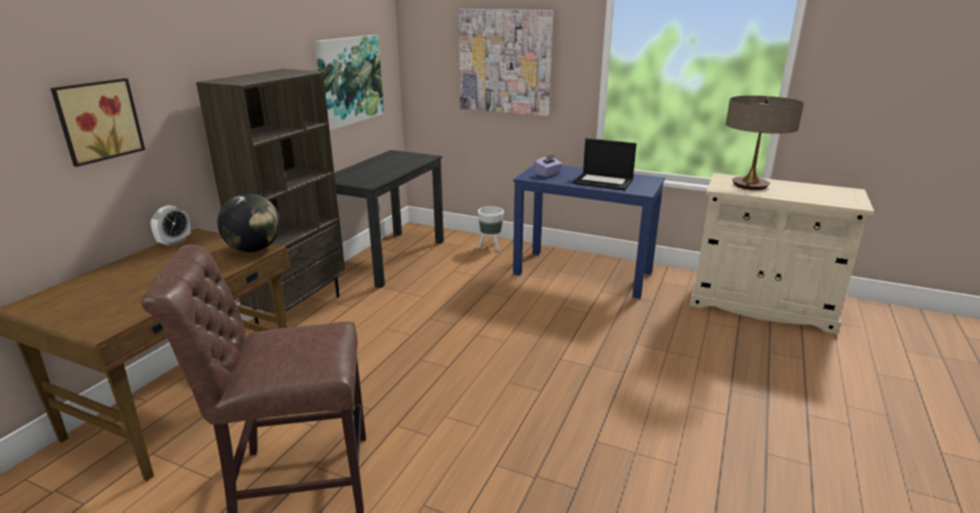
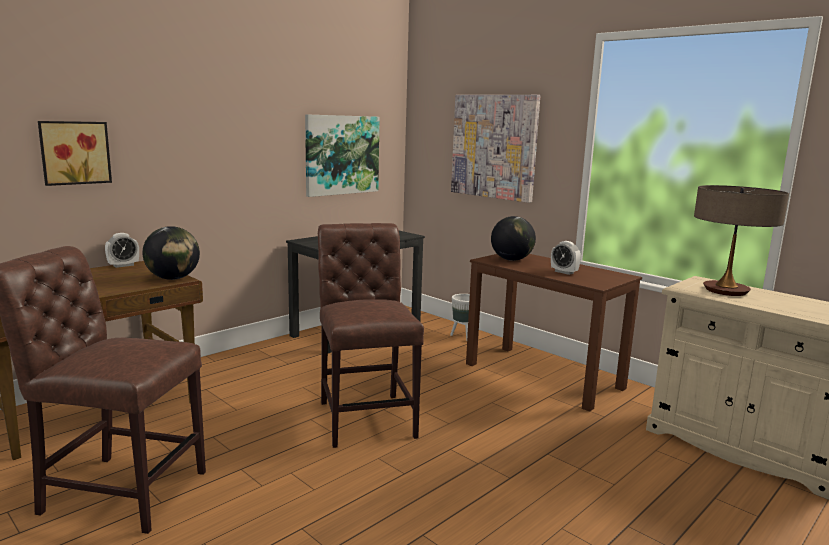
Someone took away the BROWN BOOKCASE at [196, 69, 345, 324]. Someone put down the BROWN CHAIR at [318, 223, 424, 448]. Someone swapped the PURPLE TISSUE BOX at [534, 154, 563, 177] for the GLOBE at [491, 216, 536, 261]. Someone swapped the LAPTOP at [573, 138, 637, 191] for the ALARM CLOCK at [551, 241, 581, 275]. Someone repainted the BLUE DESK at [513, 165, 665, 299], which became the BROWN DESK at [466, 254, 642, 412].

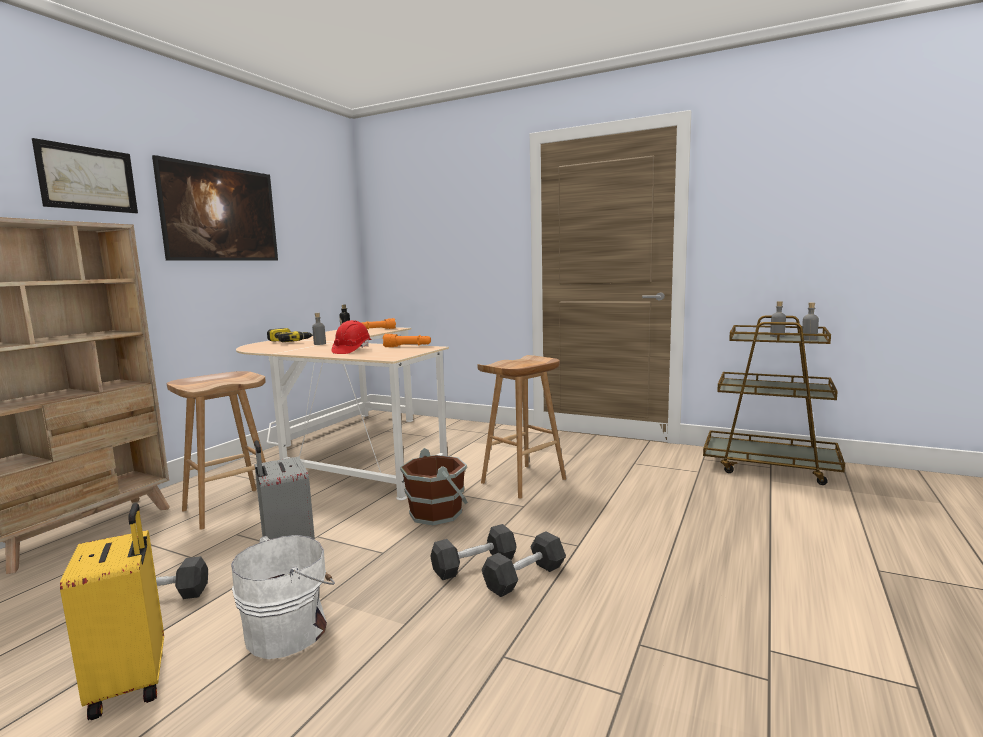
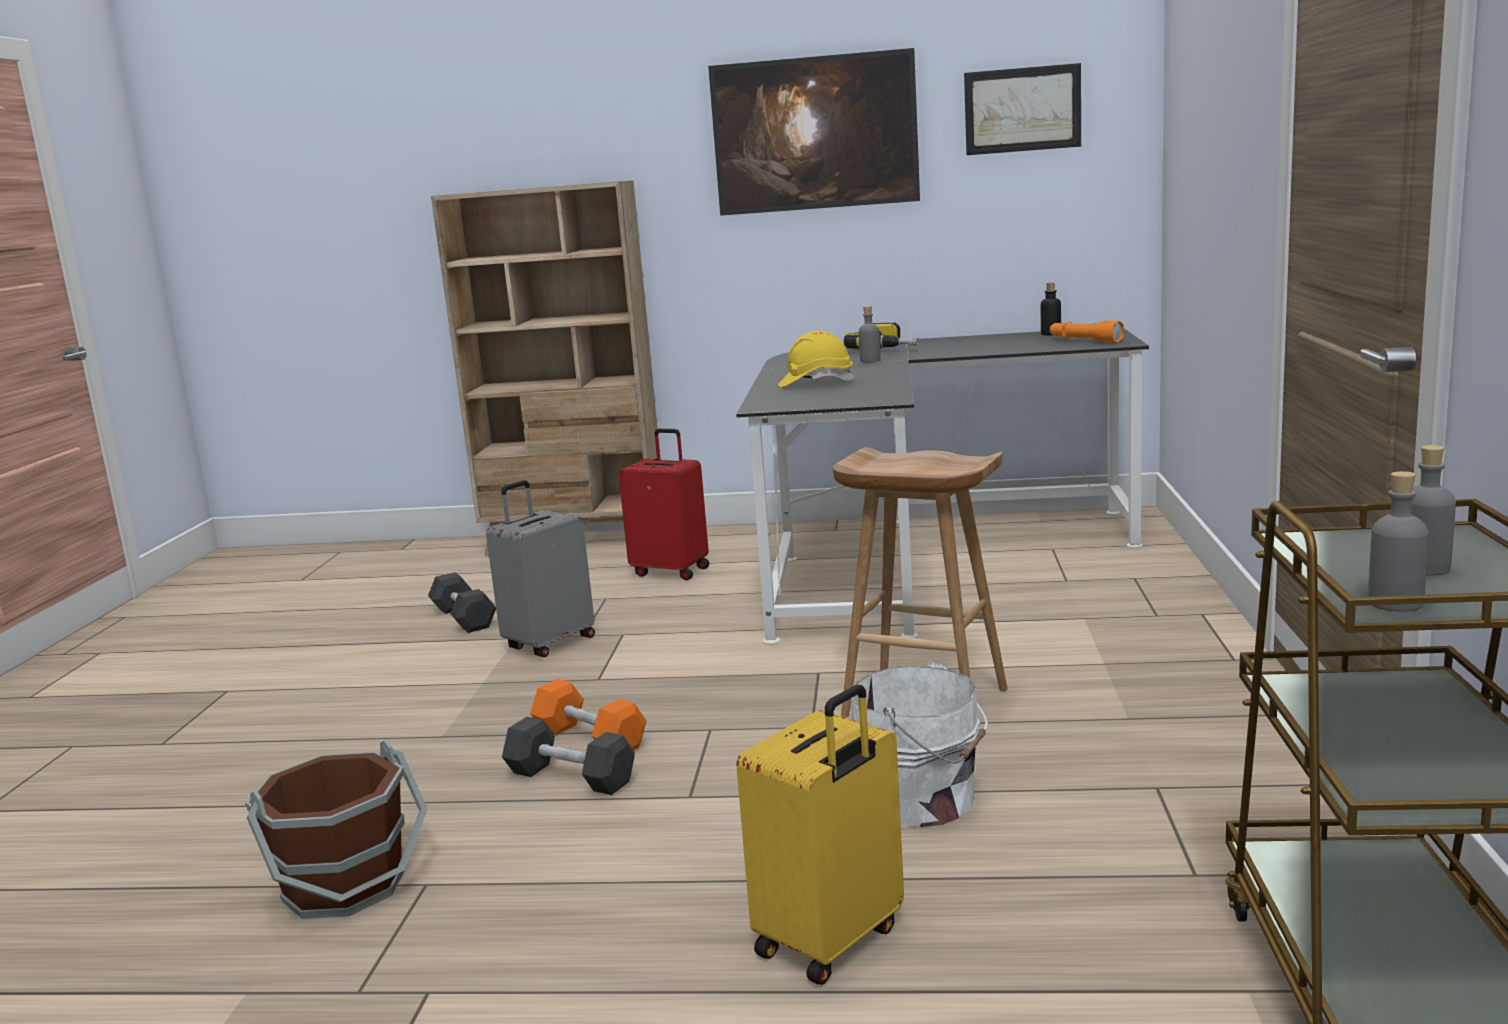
Someone took away the ORANGE FLASHLIGHT at [383, 334, 431, 347]. Someone carried the PICTURE from [32, 138, 138, 213] to [964, 63, 1081, 155]. Someone carried the YELLOW SUITCASE from [60, 503, 164, 720] to [736, 685, 904, 985]. Someone carried the WHITE BUCKET from [231, 535, 335, 659] to [851, 660, 988, 827]. Someone carried the BROWN BUCKET from [400, 448, 468, 525] to [245, 740, 428, 919]. Someone swapped the BROWN STOOL at [167, 371, 266, 530] for the RED SUITCASE at [619, 429, 709, 580]. Someone repainted the BEIGE DESK at [236, 327, 449, 500], which became the BLACK DESK at [736, 328, 1149, 644]. Someone repainted the RED HARD HAT at [331, 320, 371, 354], which became the YELLOW HARD HAT at [778, 331, 854, 387]. Someone repainted the BLACK DUMBBELL at [430, 524, 516, 580], which became the ORANGE DUMBBELL at [530, 678, 647, 750].

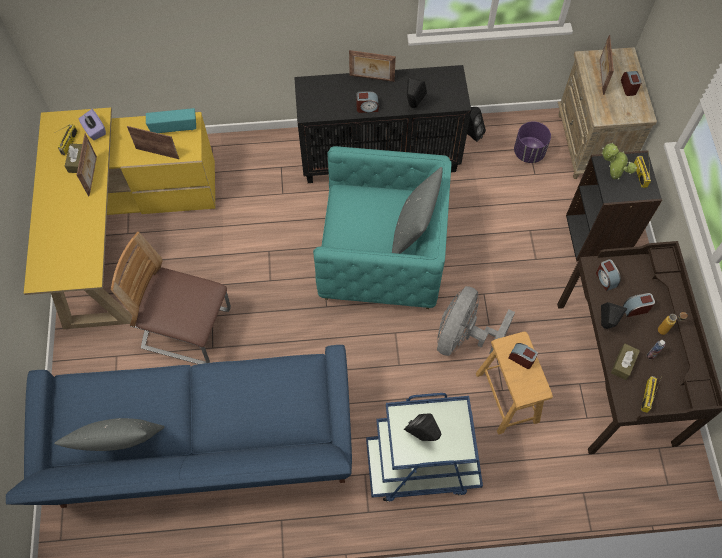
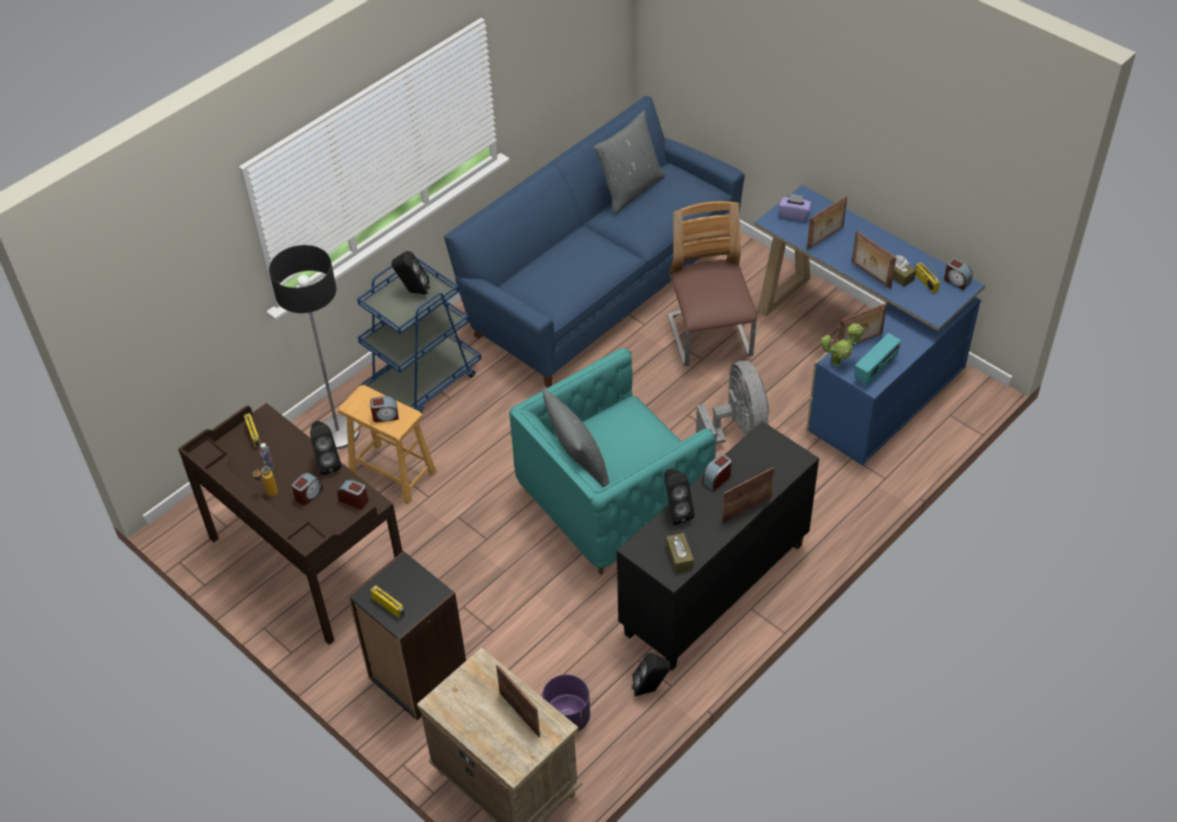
Someone put down the FLOOR LAMP at [269, 245, 360, 450]. Someone put down the PICTURE FRAME at [806, 196, 847, 250]. Someone carried the PURPLE TISSUE BOX from [79, 109, 106, 140] to [779, 194, 811, 221]. Someone carried the GREY FAN from [437, 286, 515, 356] to [696, 361, 769, 459]. Someone carried the POTTED PLANT from [602, 142, 637, 180] to [821, 323, 864, 366]. Someone carried the BROWN TISSUE BOX from [611, 344, 640, 380] to [666, 533, 694, 573]. Someone carried the ALARM CLOCK from [621, 71, 642, 96] to [944, 258, 973, 290]. Someone repainted the YELLOW DESK at [24, 108, 216, 329], which became the BLUE DESK at [754, 185, 985, 466]. Someone rotated the CHAIR at [111, 232, 231, 364] by 75 degrees counterclockwise.

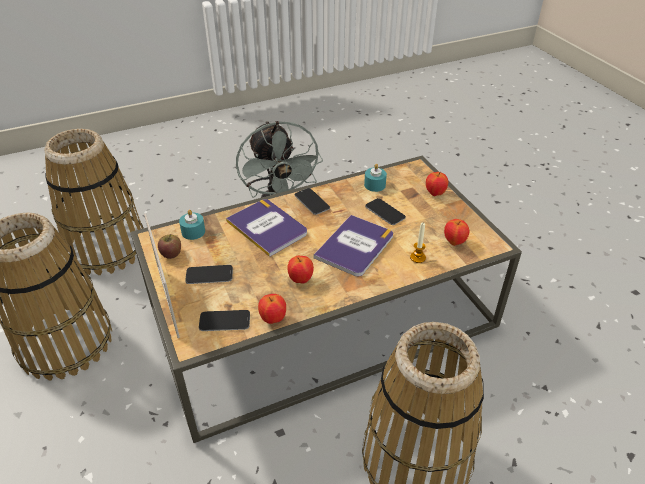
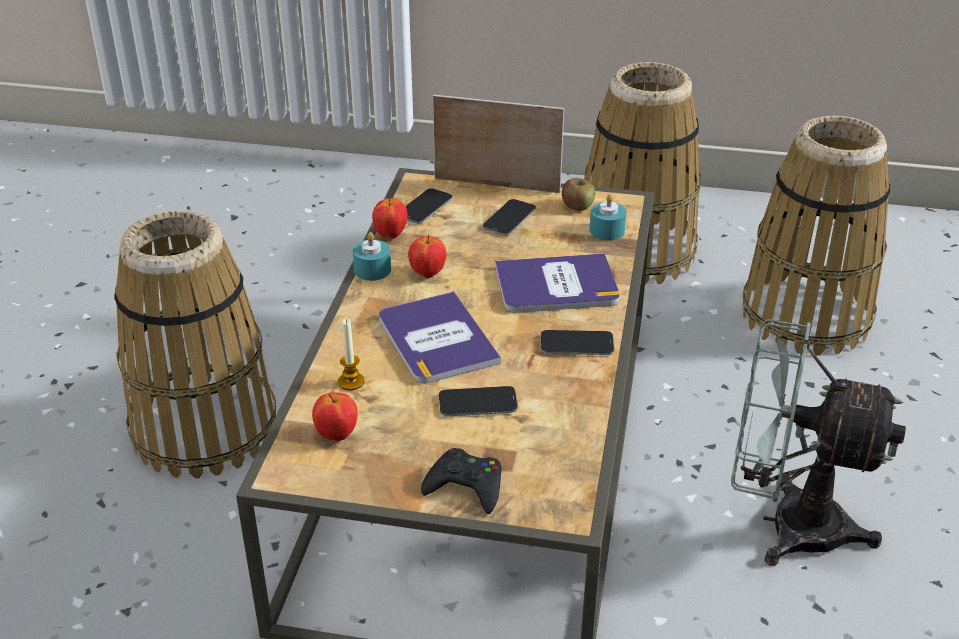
Someone carried the TURQUOISE CANDLE from [364, 164, 387, 192] to [353, 232, 391, 281]. Someone swapped the APPLE at [426, 172, 448, 196] for the BLACK GAME CONTROLLER at [421, 448, 502, 514].

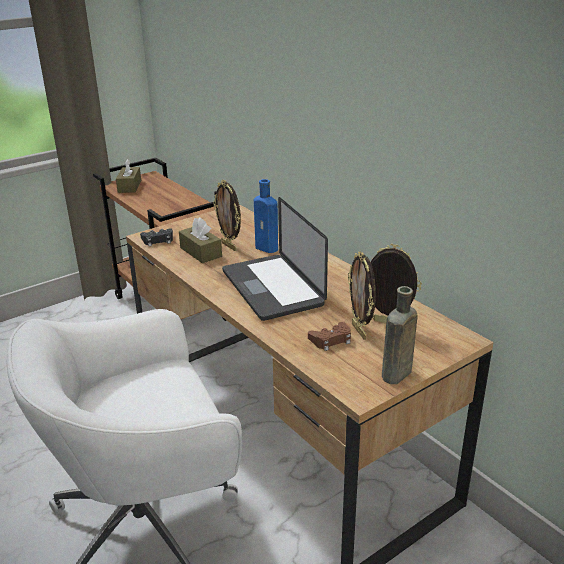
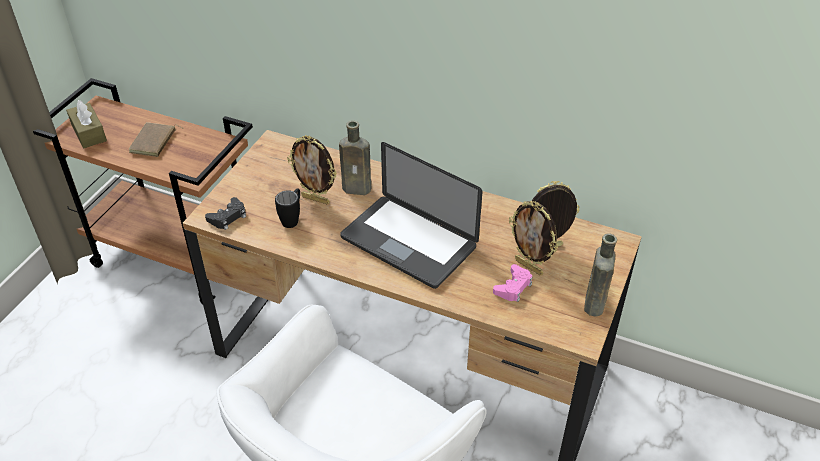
Someone put down the BROWN BOOK at [129, 122, 184, 157]. Someone swapped the BROWN TISSUE BOX at [179, 217, 222, 263] for the BLACK MUG at [275, 188, 300, 228]. Someone repainted the BLUE BOTTLE at [254, 179, 278, 253], which became the BROWN BOTTLE at [339, 121, 371, 195]. Someone repainted the BROWN GAME CONTROLLER at [308, 322, 351, 351], which became the PINK GAME CONTROLLER at [493, 264, 532, 302].

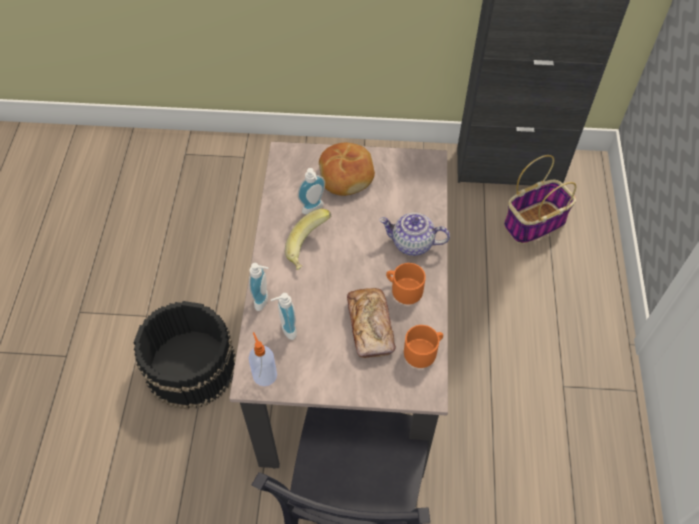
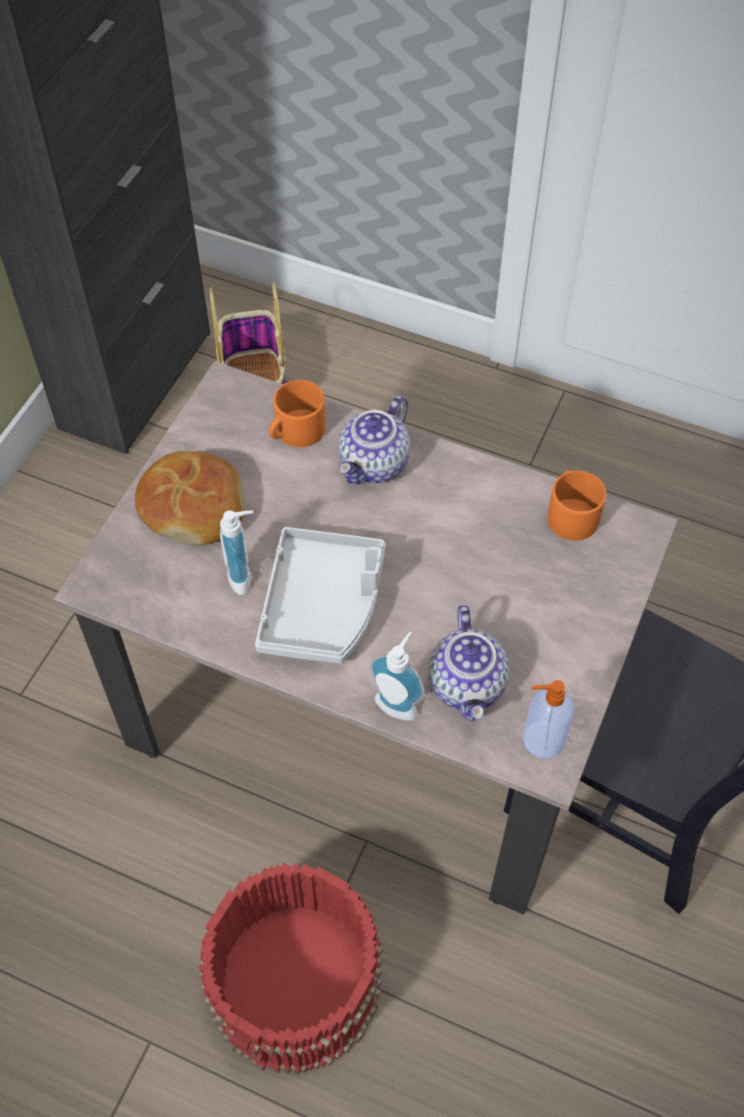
Someone took away the BREAD at [347, 288, 396, 358]. Someone carried the ORANGE MUG from [386, 263, 426, 304] to [269, 380, 326, 447]. Someone swapped the SOAP DISPENSER at [271, 293, 297, 340] for the TEAPOT at [429, 605, 509, 721]. Someone swapped the BANANA at [285, 209, 331, 270] for the GREY TRAY at [255, 527, 386, 664]. Someone repainted the BLACK BUCKET at [133, 301, 236, 410], which became the RED BUCKET at [198, 863, 382, 1074].

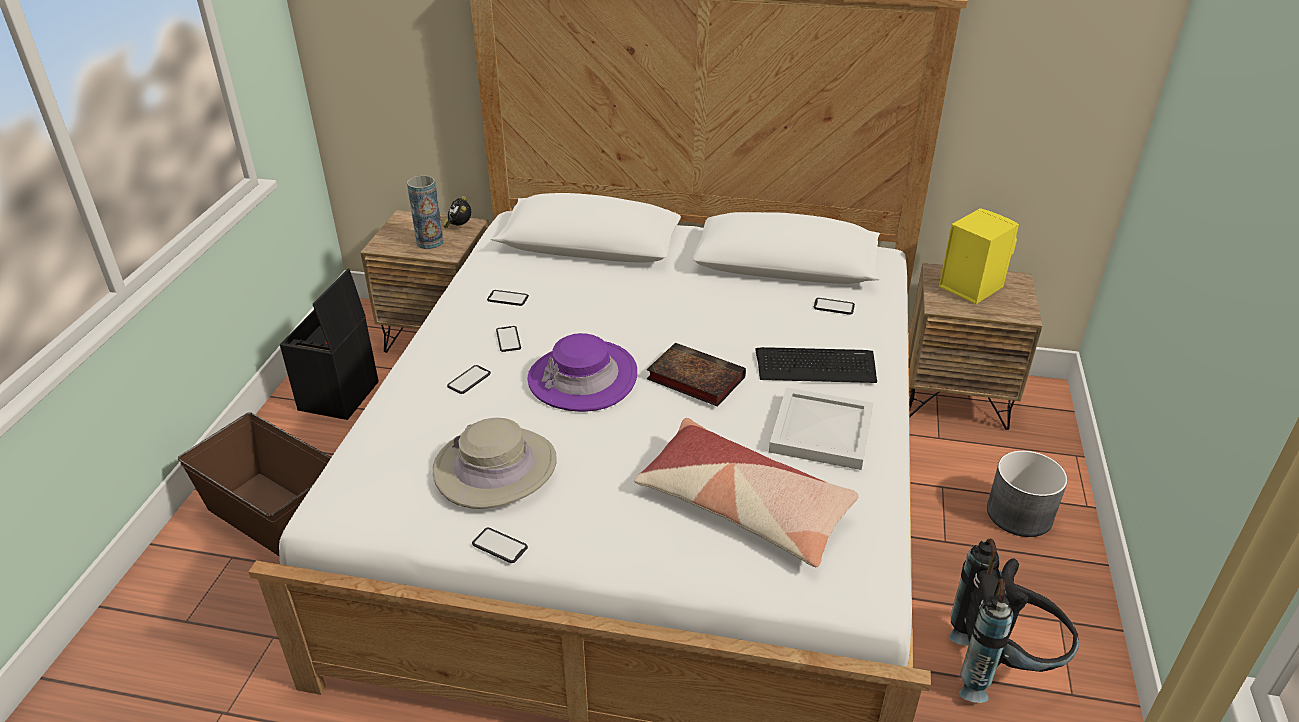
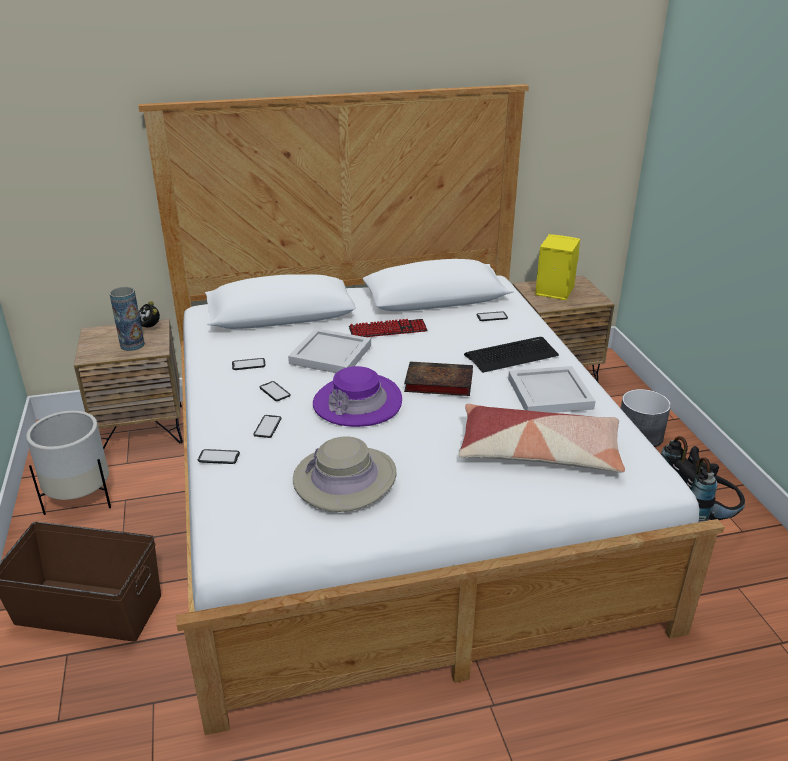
Someone put down the WHITE TRAY at [288, 328, 371, 373]. Someone put down the KEYBOARD at [349, 319, 428, 337]. Someone carried the PHONE from [472, 528, 528, 563] to [198, 449, 240, 464]. Someone swapped the BLACK STORAGE BOX at [280, 269, 379, 420] for the WHITE PLANTER at [26, 411, 111, 515].

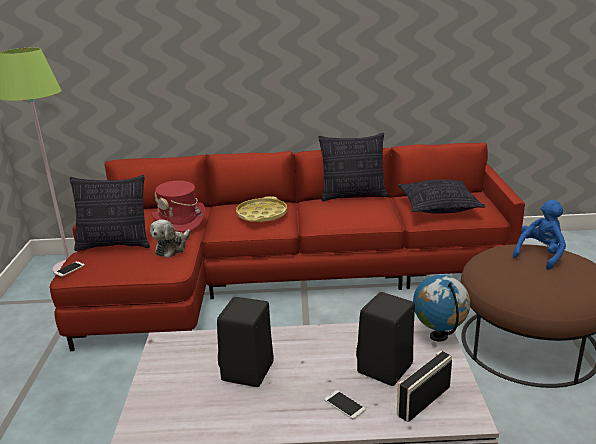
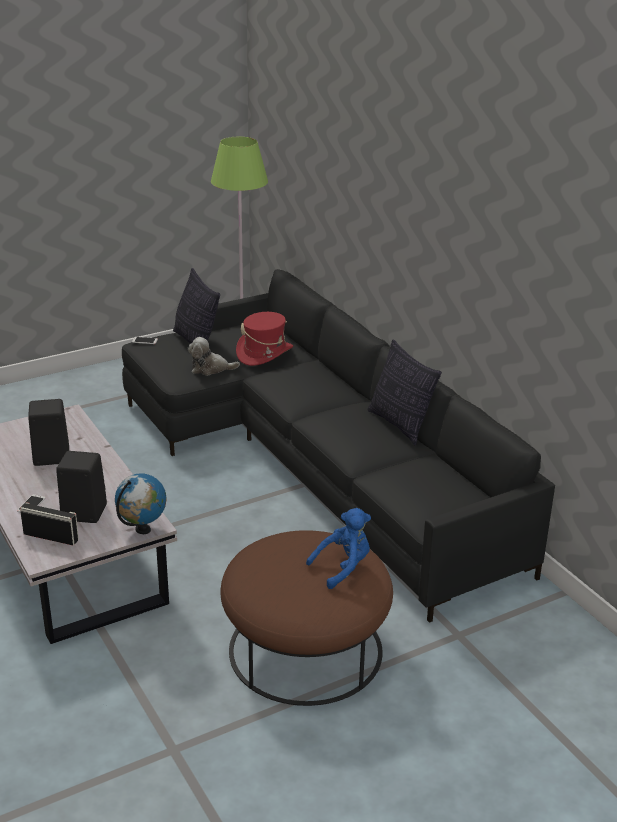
Someone took away the YELLOW TRAY at [236, 196, 287, 222]. Someone took away the PILLOW at [398, 179, 485, 214]. Someone repainted the RED SOFA at [50, 142, 525, 351], which became the BLACK SOFA at [122, 269, 555, 623]. Someone rotated the BLUE PLUSH TOY at [513, 199, 566, 270] by 45 degrees counterclockwise.

